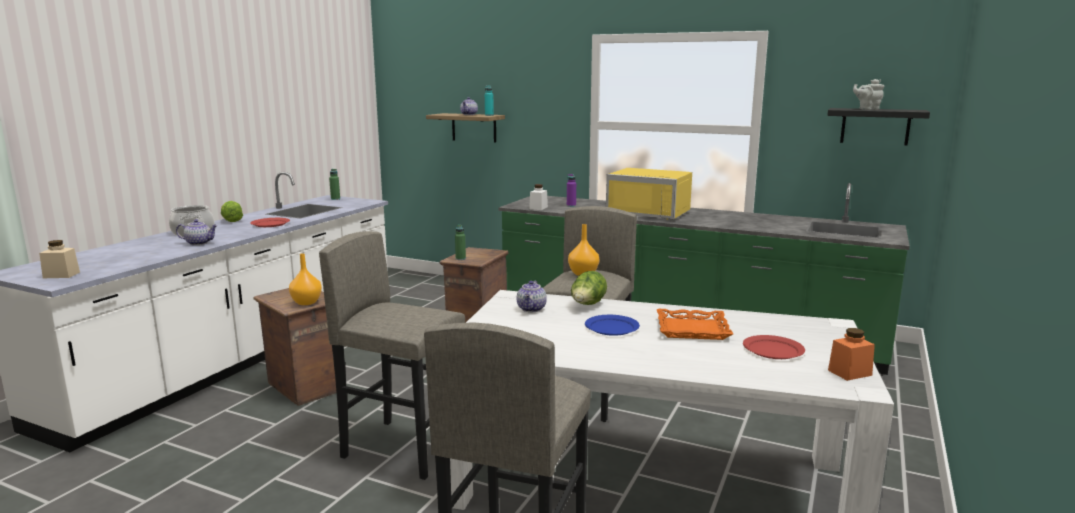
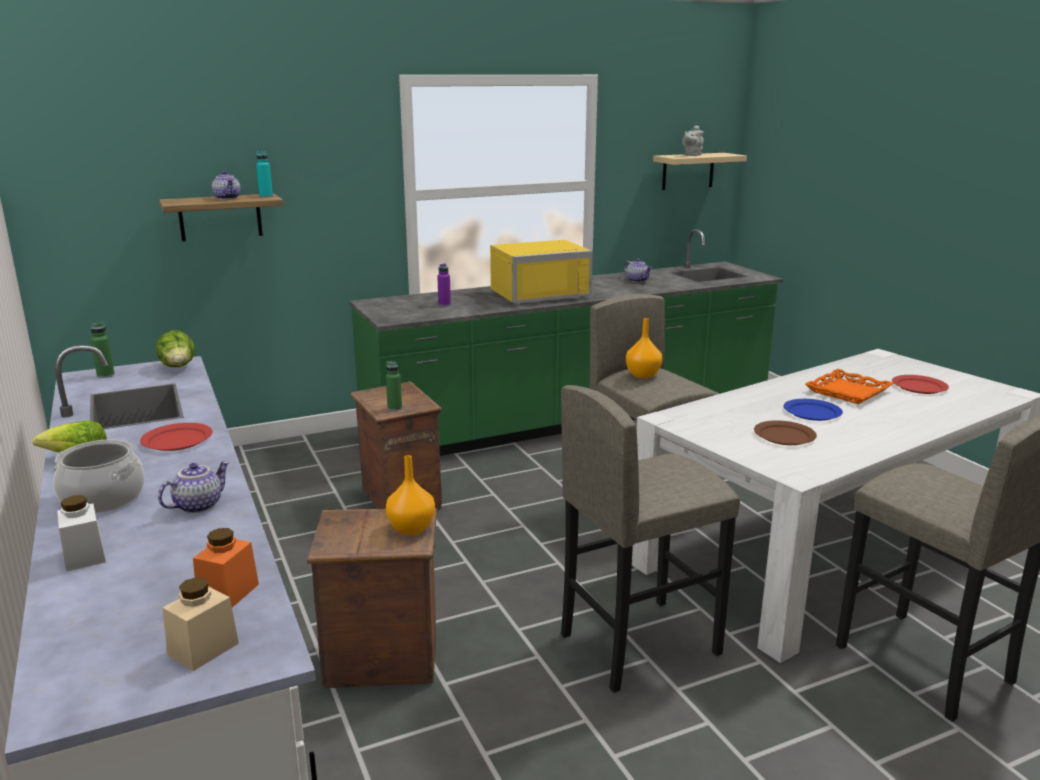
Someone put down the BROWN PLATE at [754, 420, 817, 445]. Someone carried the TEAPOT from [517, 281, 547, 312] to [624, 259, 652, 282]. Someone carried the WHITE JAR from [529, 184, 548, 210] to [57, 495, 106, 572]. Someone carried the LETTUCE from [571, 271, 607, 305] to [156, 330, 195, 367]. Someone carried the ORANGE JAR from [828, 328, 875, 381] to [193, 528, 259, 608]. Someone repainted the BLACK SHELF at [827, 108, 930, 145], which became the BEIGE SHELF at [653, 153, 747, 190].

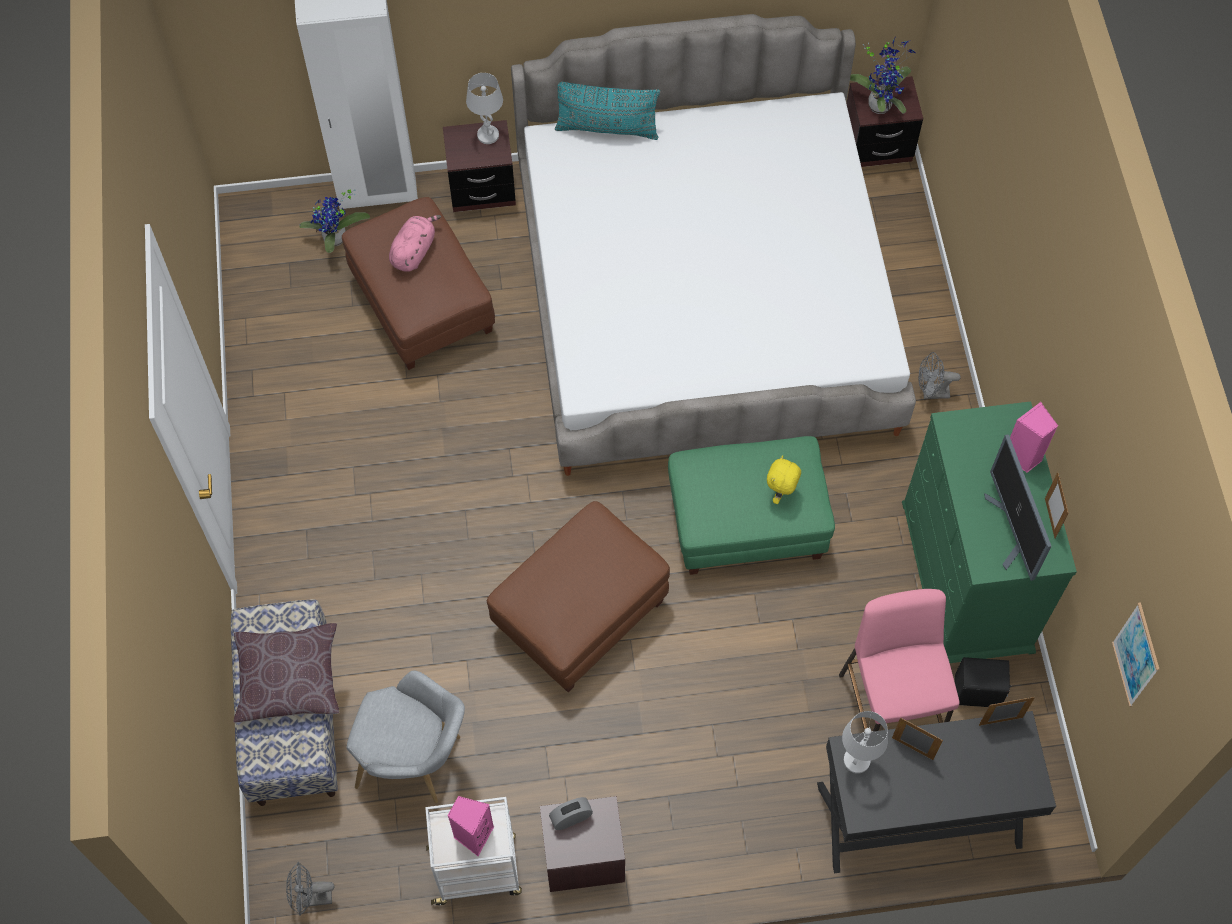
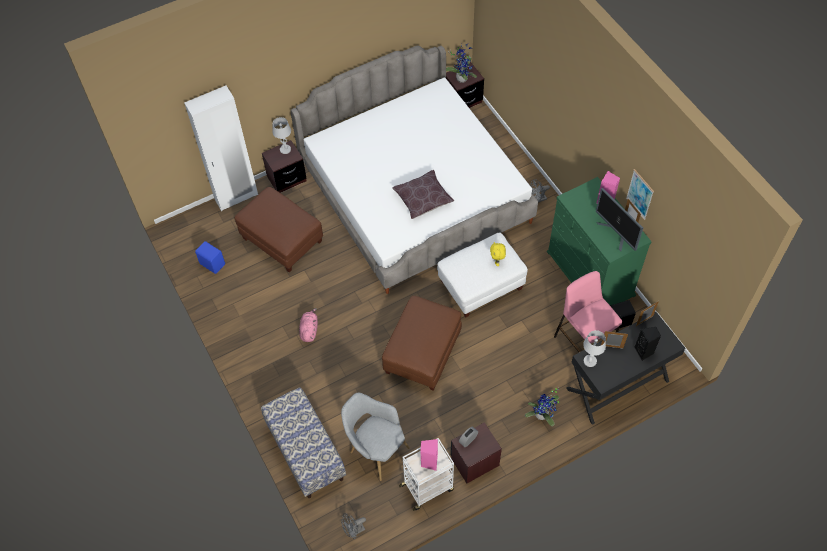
Someone took away the TURQUOISE PILLOW at [555, 82, 660, 140]. Someone put down the BLUE SPEAKER at [195, 241, 225, 274]. Someone put down the BLACK SPEAKER at [634, 327, 661, 361]. Someone carried the BROWN PILLOW from [234, 623, 339, 723] to [392, 170, 454, 219]. Someone carried the POTTED PLANT from [299, 189, 370, 253] to [525, 387, 559, 426]. Someone carried the PINK PLUSH TOY from [389, 215, 441, 272] to [299, 308, 318, 342]. Someone carried the PICTURE from [1112, 602, 1160, 707] to [626, 169, 654, 220]. Someone repainted the GREEN OTTOMAN at [668, 436, 835, 575], which became the WHITE OTTOMAN at [437, 233, 528, 317]. Someone rotated the GREY ARMCHAIR at [346, 671, 465, 803] by 135 degrees counterclockwise.

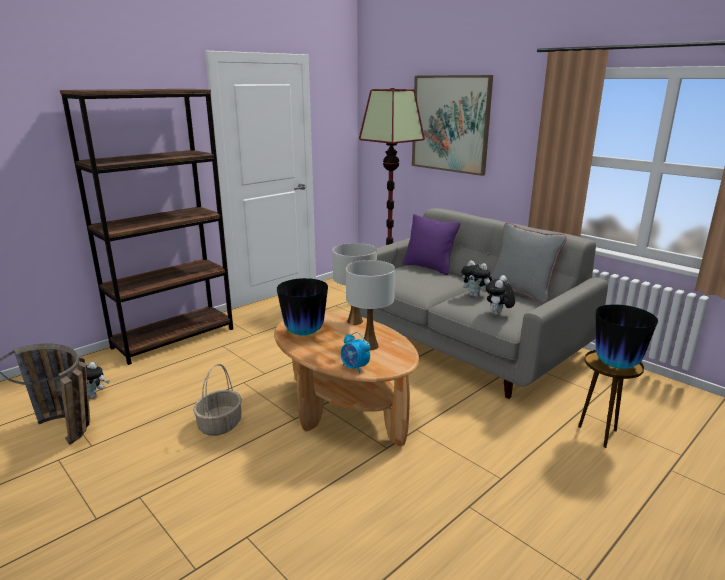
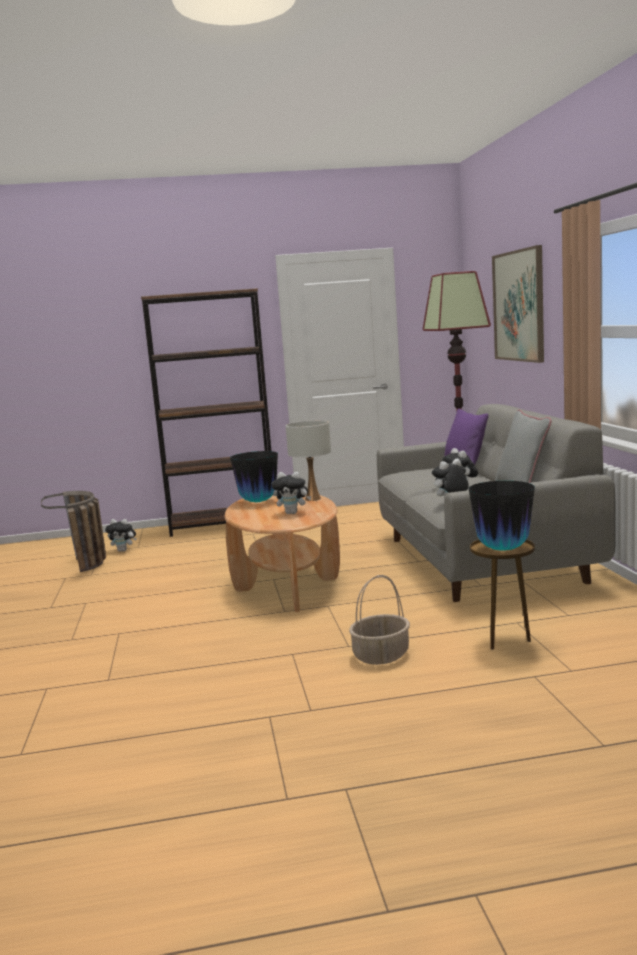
Someone took away the ALARM CLOCK at [341, 332, 370, 373]. Someone carried the BASKET from [193, 364, 242, 436] to [349, 575, 410, 665]. Someone swapped the WHITE TABLE LAMP at [346, 260, 395, 350] for the PLUSH TOY at [271, 472, 311, 514].

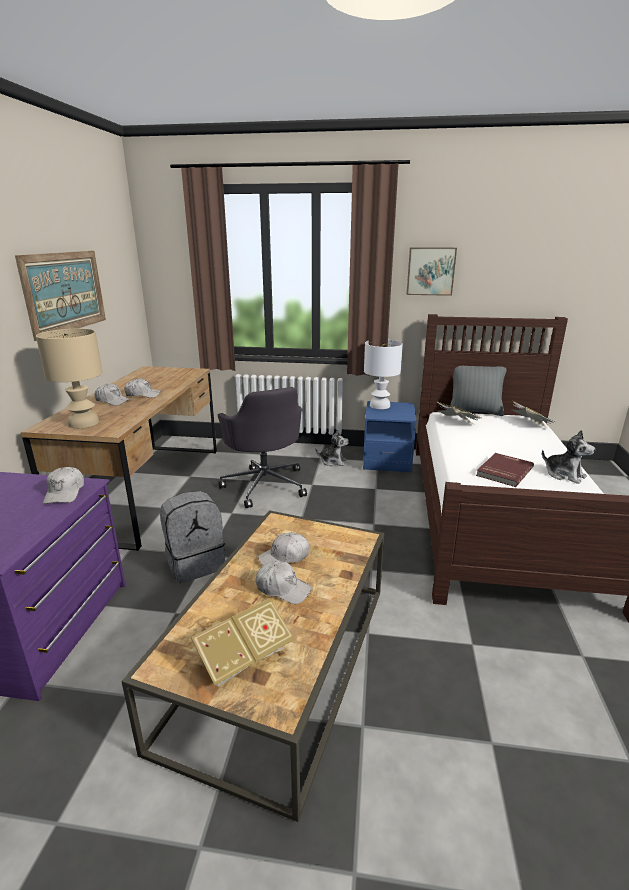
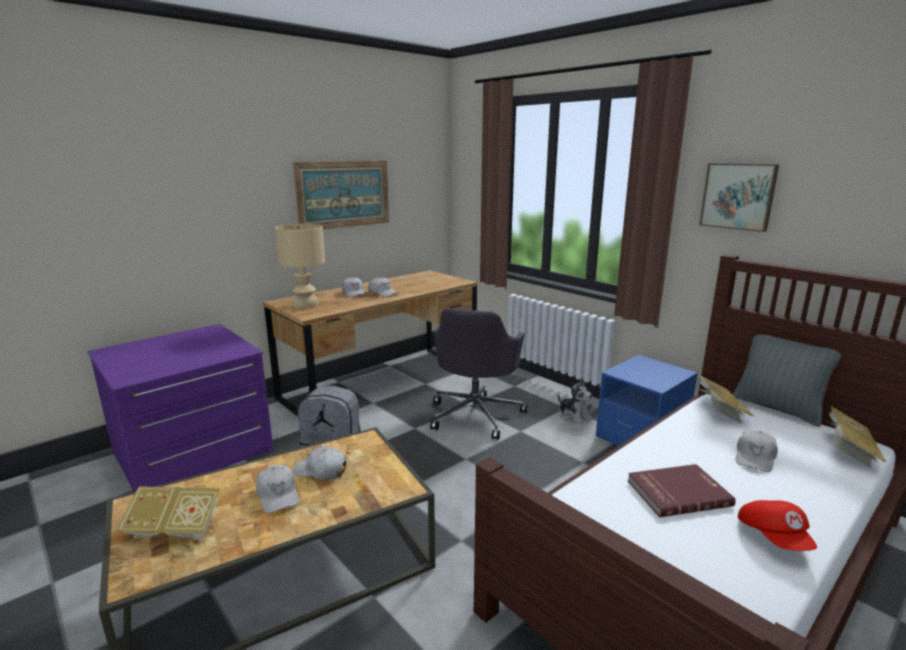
Someone took away the WHITE TABLE LAMP at [364, 340, 403, 409]. Someone carried the WHITE CAP from [43, 467, 84, 504] to [735, 430, 778, 472]. Someone swapped the PLUSH TOY at [542, 430, 595, 484] for the RED CAP at [738, 500, 817, 551].

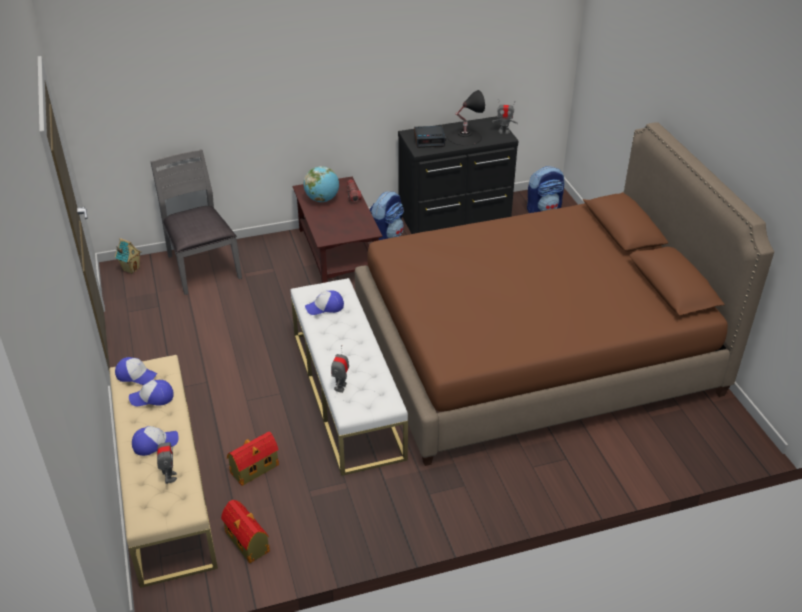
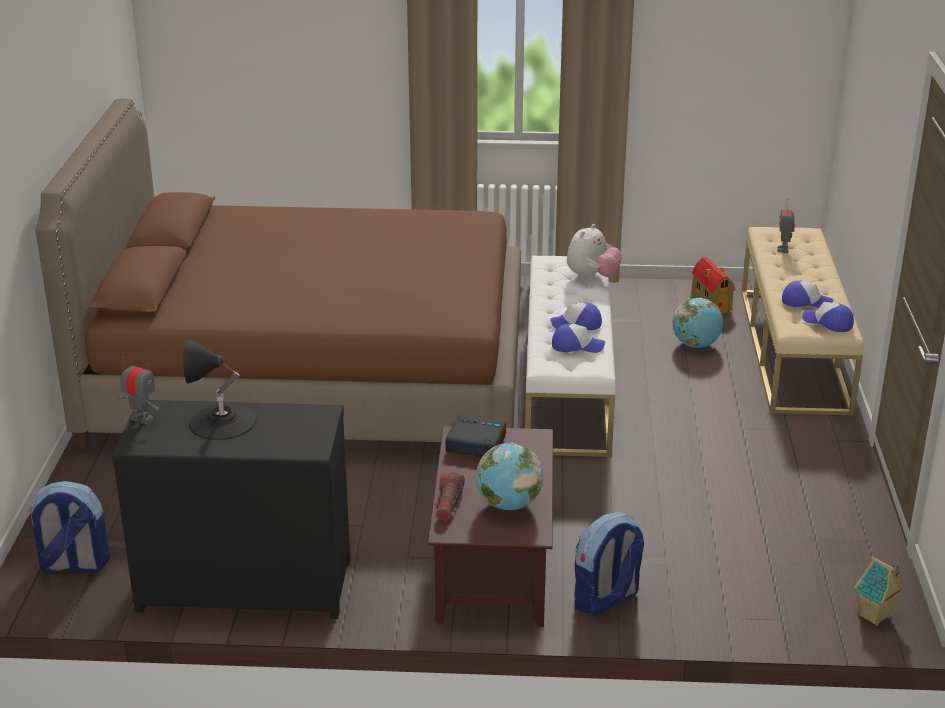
Someone took away the GREY CHAIR at [150, 149, 242, 295]. Someone carried the CAP from [132, 426, 178, 456] to [550, 302, 602, 330]. Someone carried the BACKPACK from [370, 191, 404, 240] to [574, 512, 644, 615]. Someone carried the ALARM CLOCK from [414, 126, 446, 148] to [445, 416, 506, 457]. Someone swapped the TOY HOUSE at [227, 431, 279, 486] for the GLOBE at [673, 298, 723, 348]. Someone swapped the TOY ROBOT at [331, 345, 349, 393] for the PLUSH TOY at [567, 224, 622, 279].

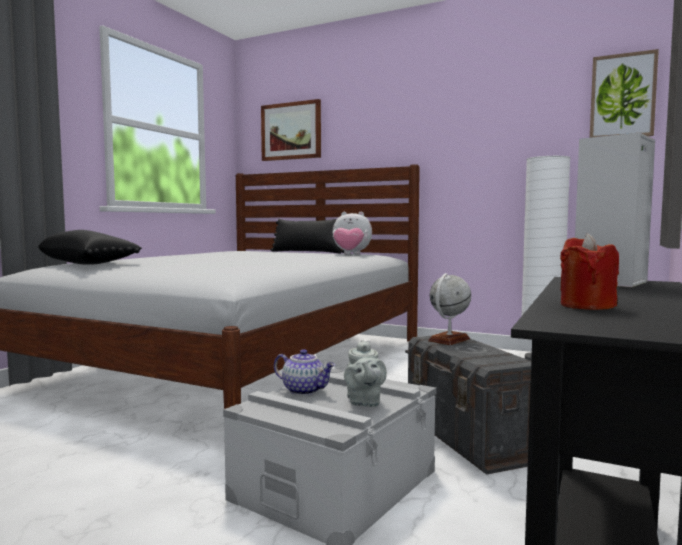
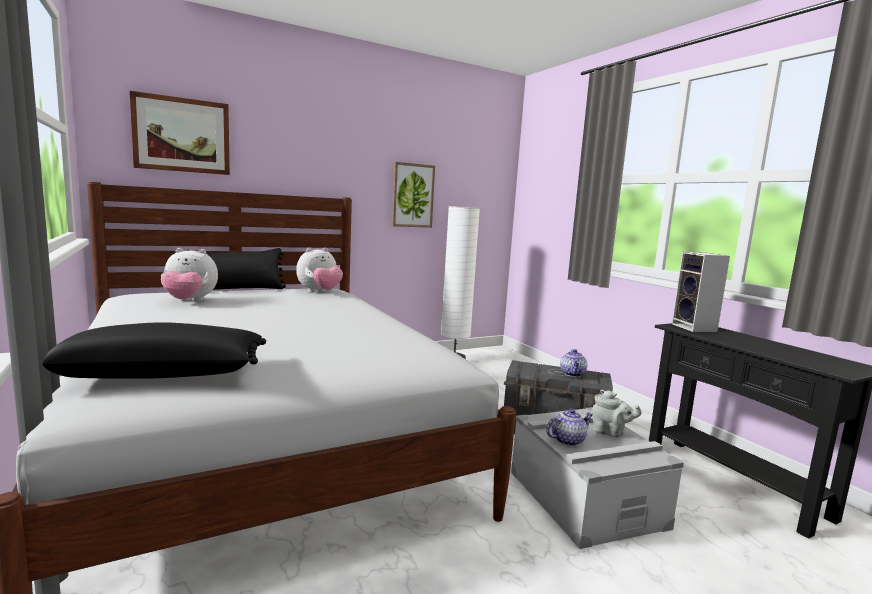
Someone took away the GLOBE at [428, 273, 471, 345]. Someone took away the RED CANDLE at [560, 233, 619, 310]. Someone put down the PLUSH TOY at [161, 248, 218, 301]. Someone put down the TEAPOT at [560, 349, 587, 377]. Someone carried the PICTURE from [590, 49, 659, 138] to [392, 162, 435, 228].

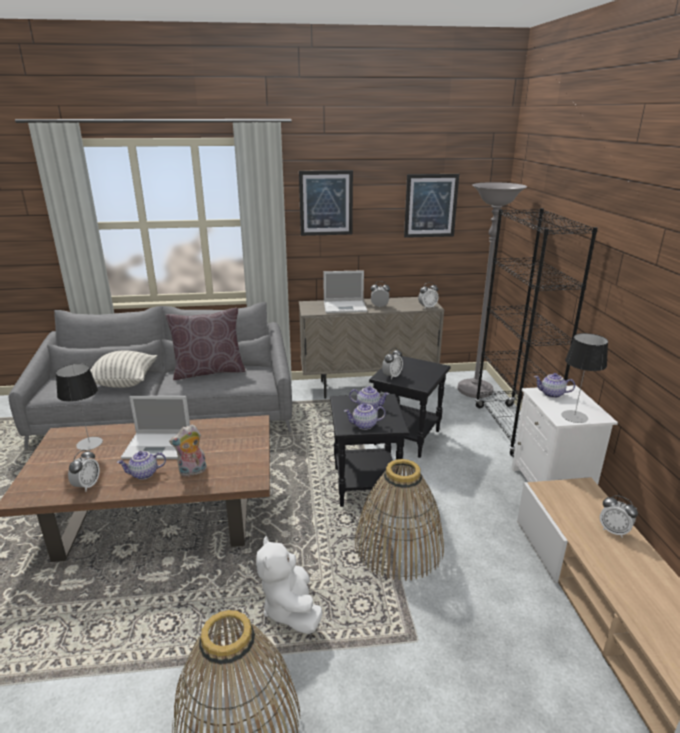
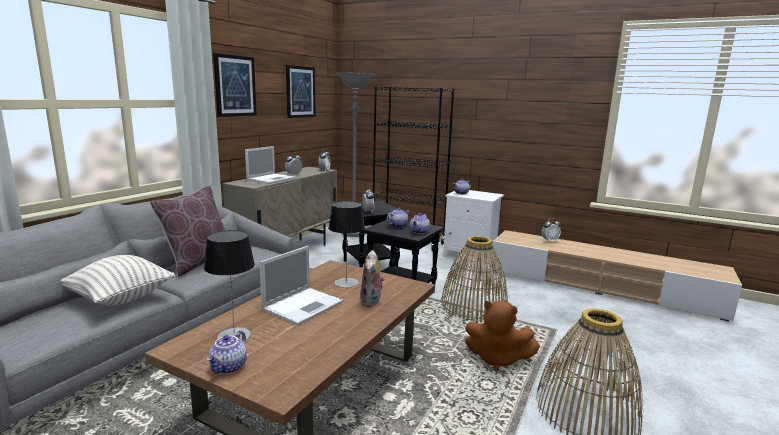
Someone took away the ALARM CLOCK at [68, 450, 100, 492]. Someone carried the TEAPOT from [117, 451, 166, 480] to [207, 330, 247, 374]. Someone carried the TABLE LAMP from [561, 333, 608, 423] to [328, 201, 365, 288]. Someone repainted the WHITE PLUSH TOY at [256, 536, 323, 634], which became the BROWN PLUSH TOY at [465, 301, 540, 371].

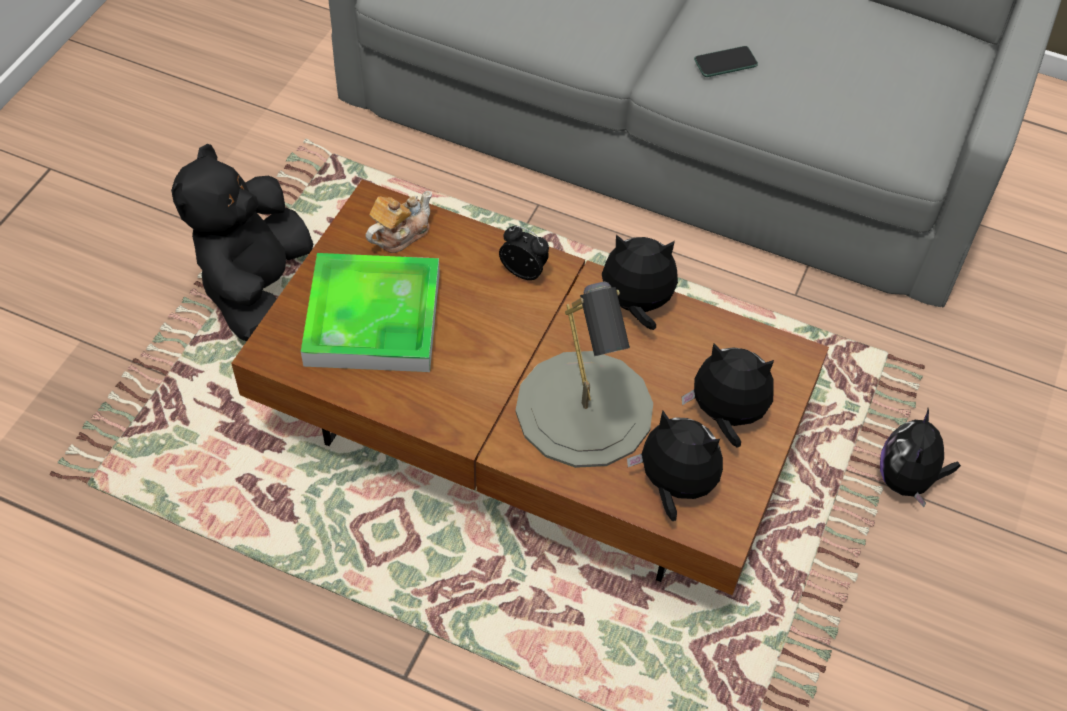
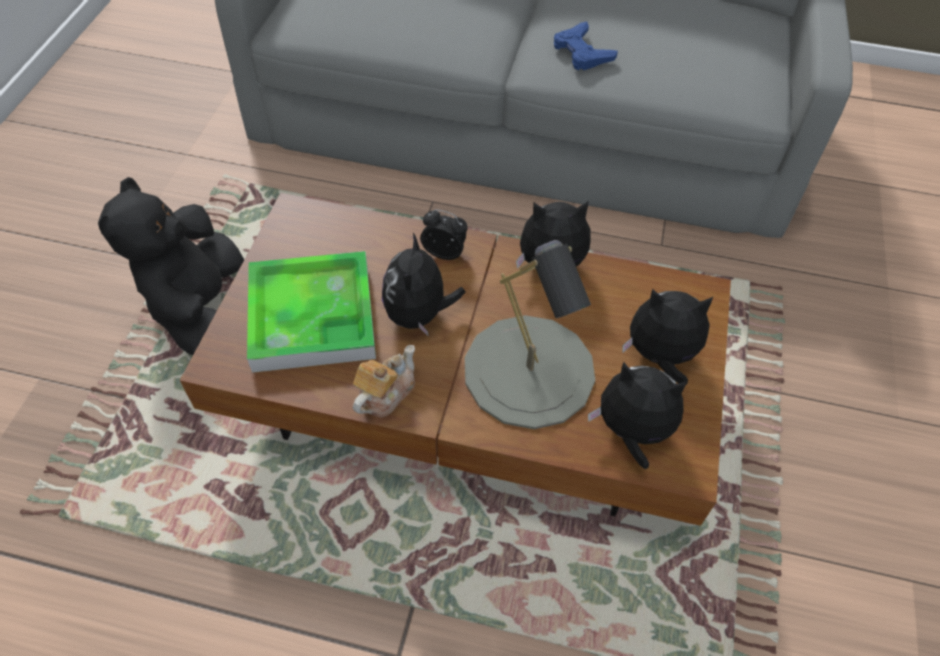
Someone carried the TEAPOT from [366, 191, 432, 253] to [353, 345, 415, 417]. Someone carried the PLUSH TOY from [880, 409, 961, 507] to [382, 233, 465, 337]. Someone swapped the PHONE at [694, 46, 758, 77] for the BLUE GAME CONTROLLER at [554, 21, 618, 70].

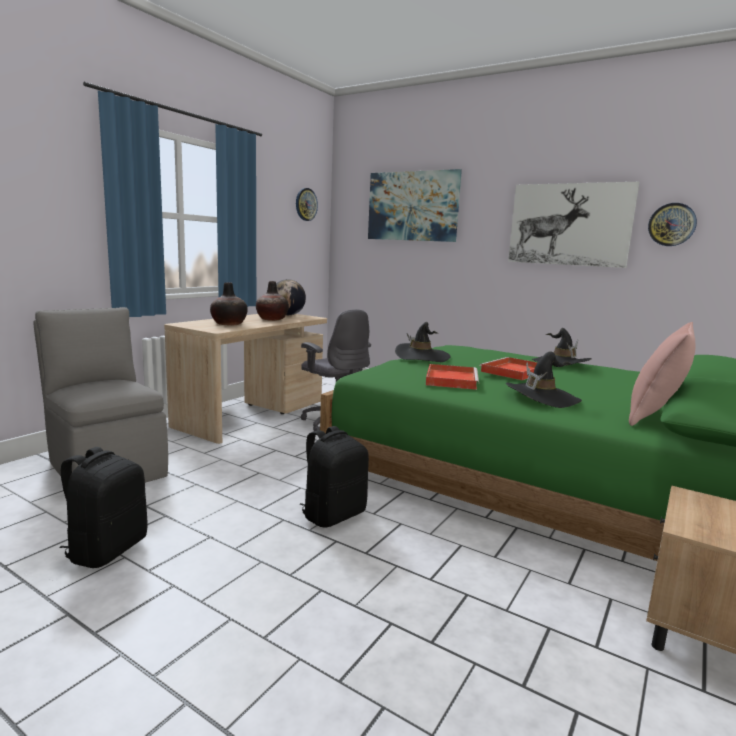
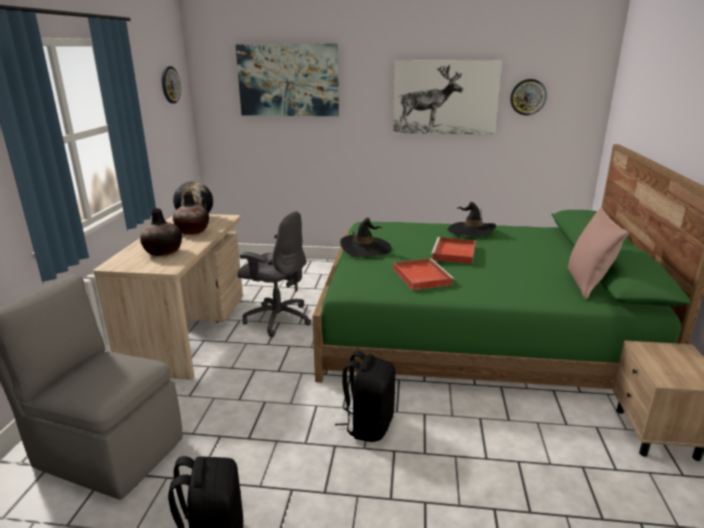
Someone took away the BLACK HAT at [506, 352, 582, 408].

